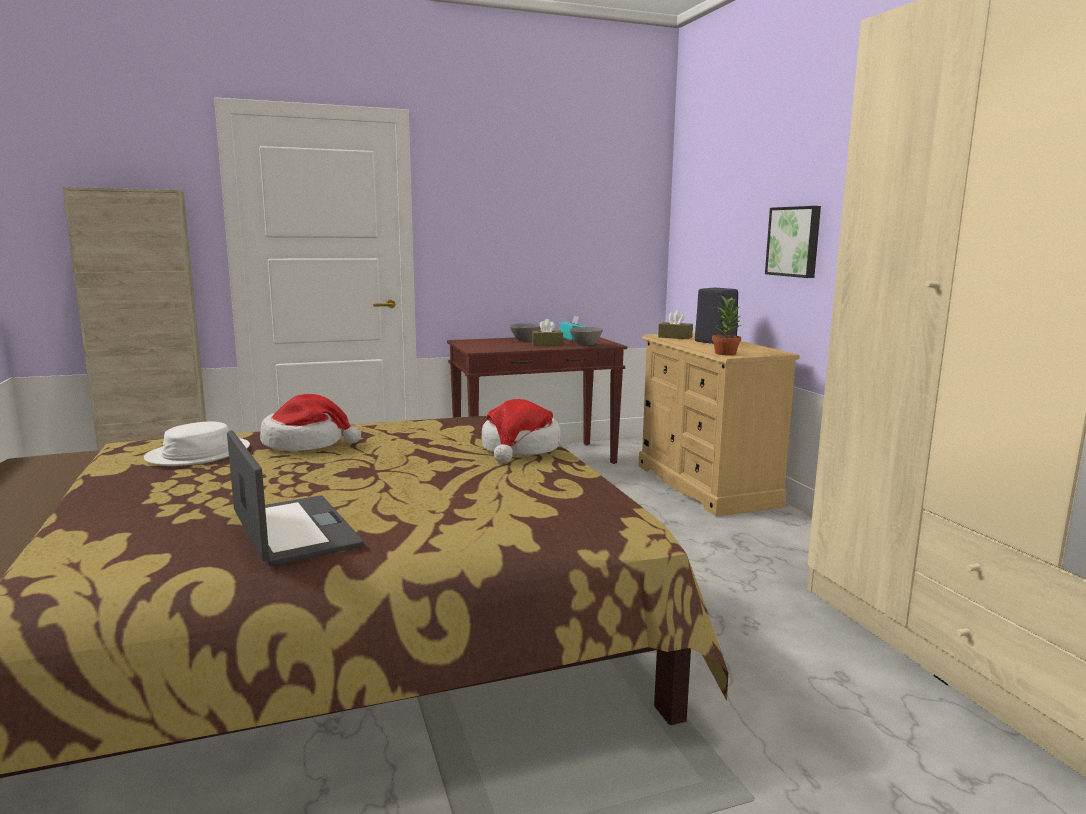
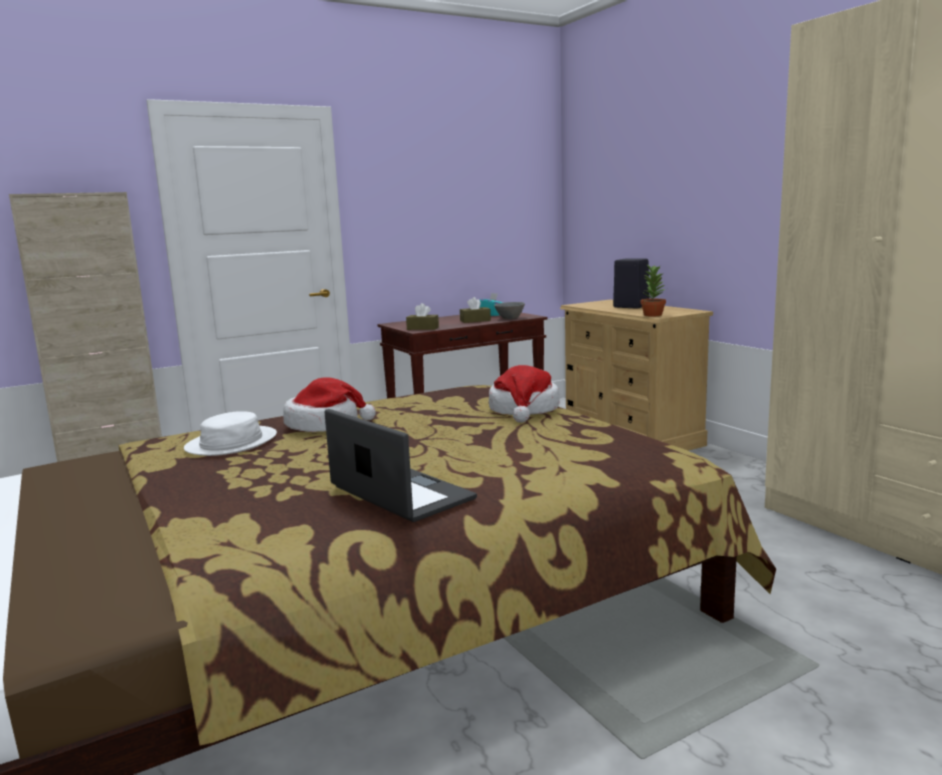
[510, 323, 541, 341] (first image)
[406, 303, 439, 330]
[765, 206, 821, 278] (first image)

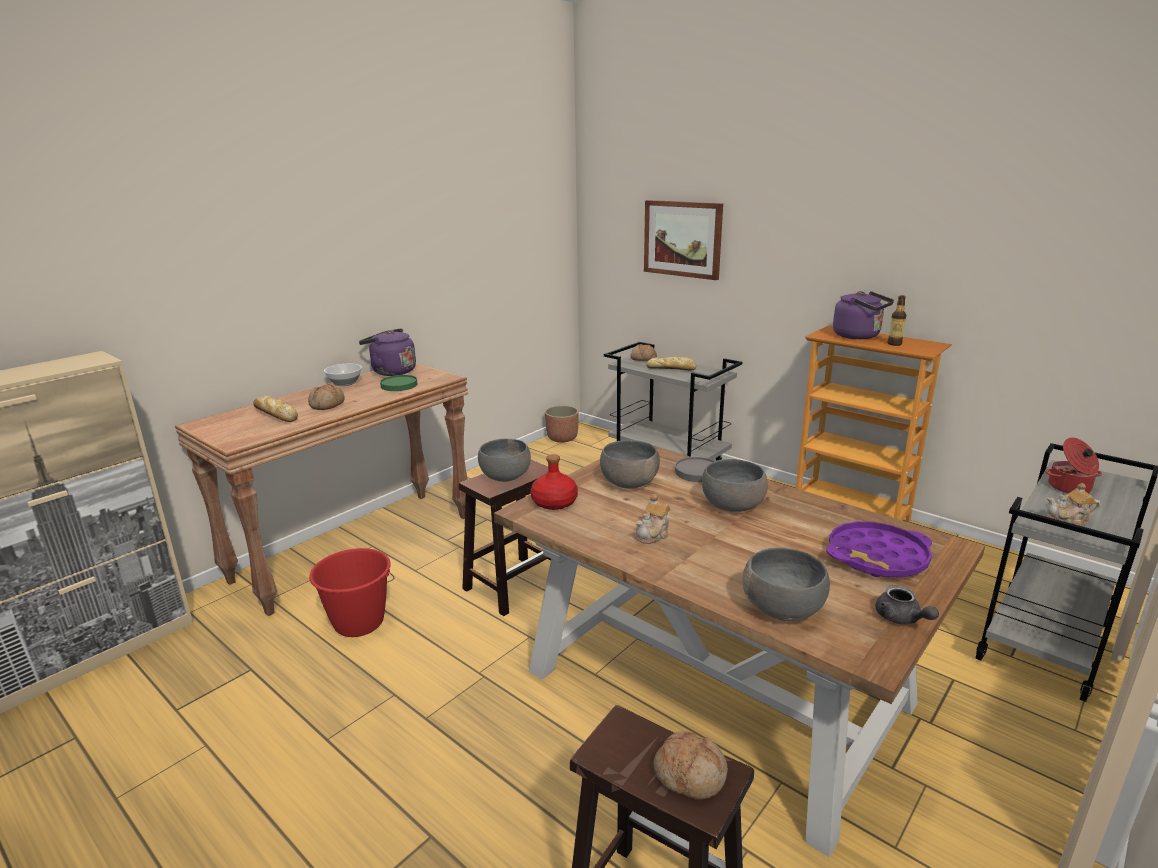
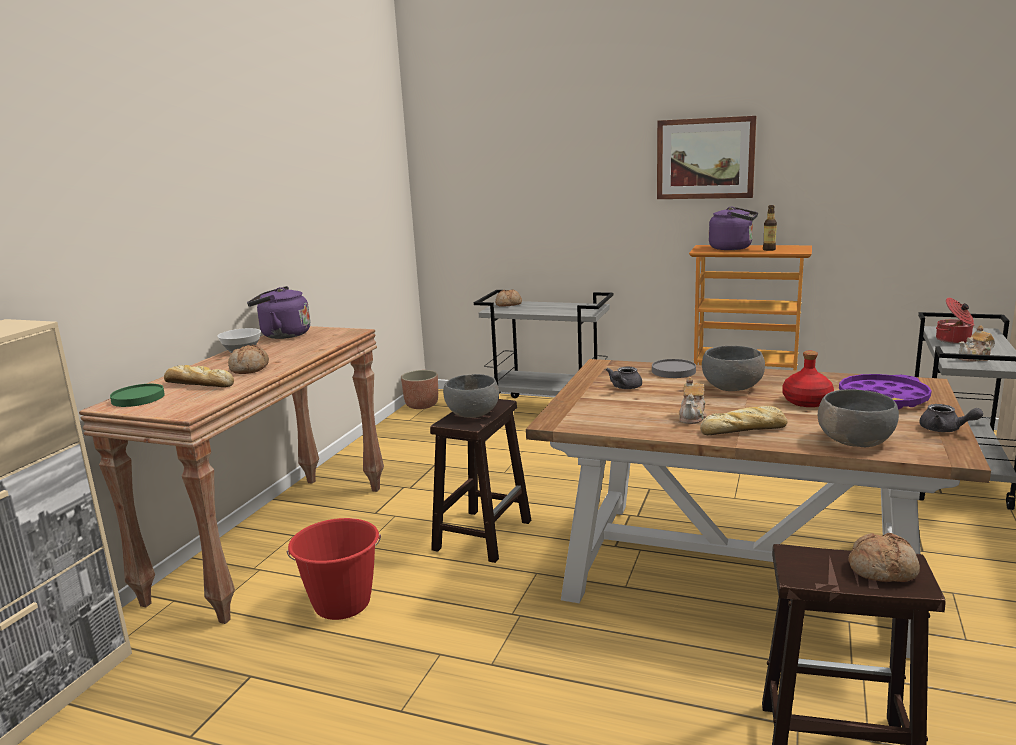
[110, 384, 165, 407]
[783, 351, 834, 407]
[606, 367, 642, 389]
[657, 116, 756, 199]
[700, 406, 787, 435]

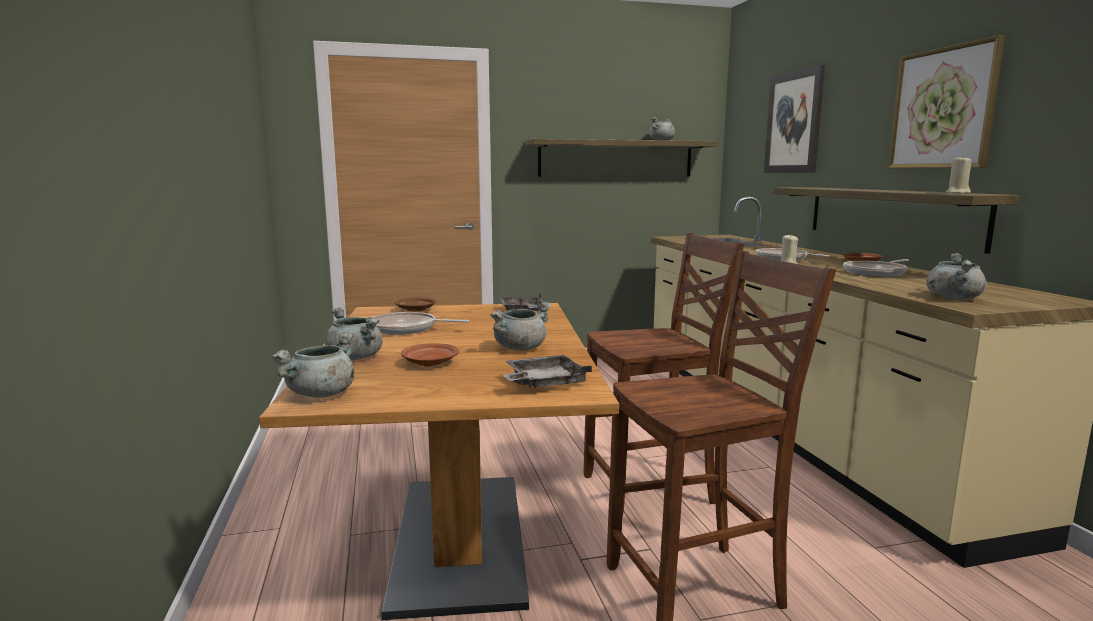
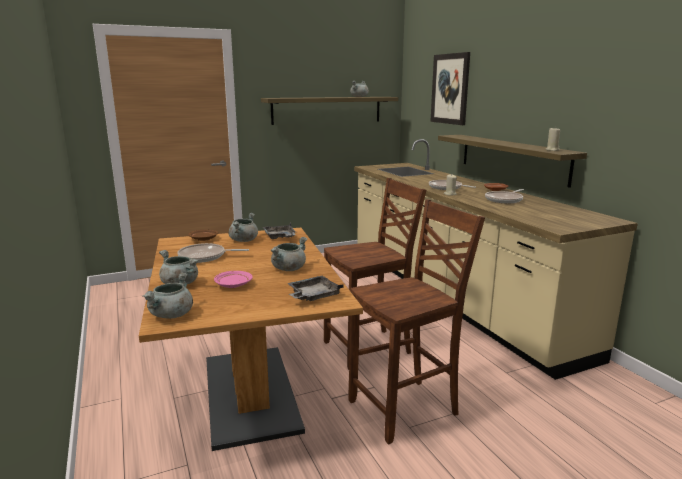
[214, 271, 253, 288]
[888, 35, 1005, 168] (first image)
[229, 213, 258, 242]

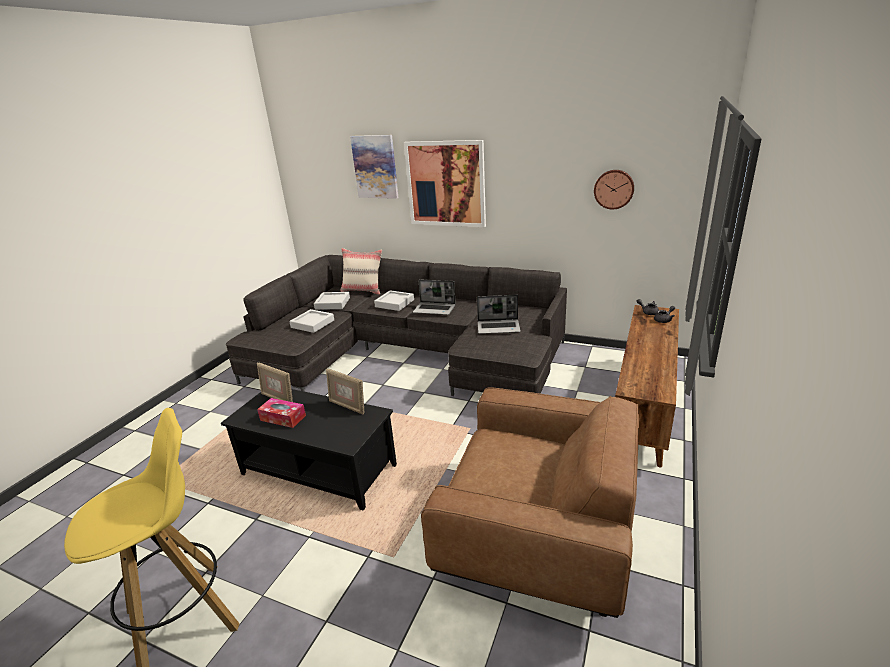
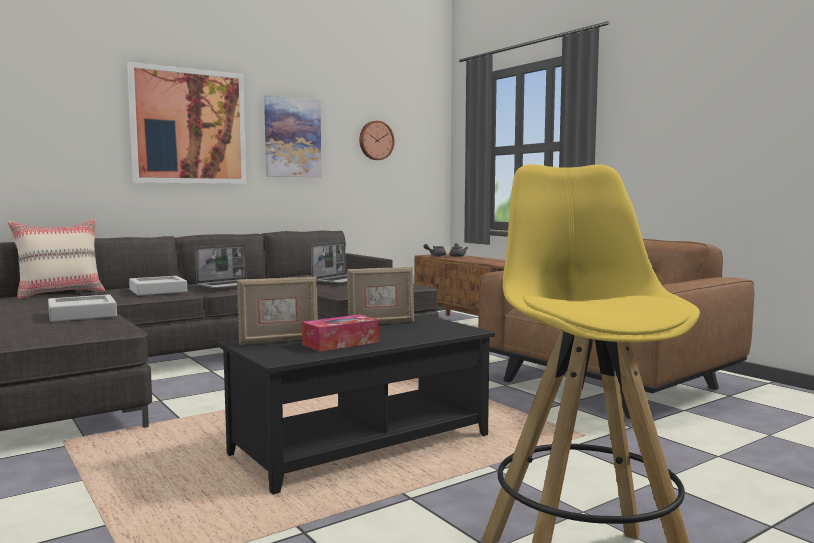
[314, 292, 350, 310] (first image)
[264, 95, 322, 177]

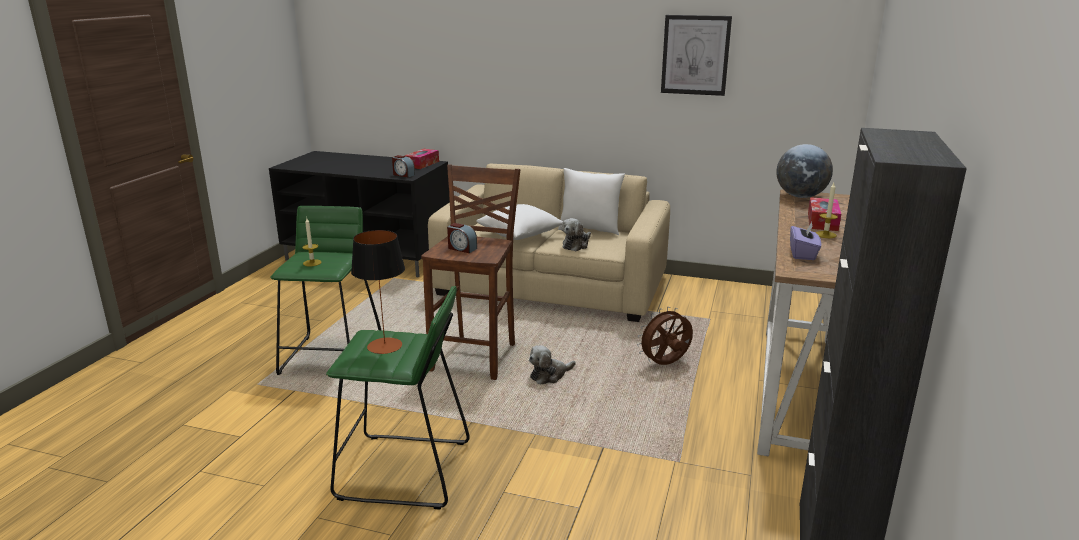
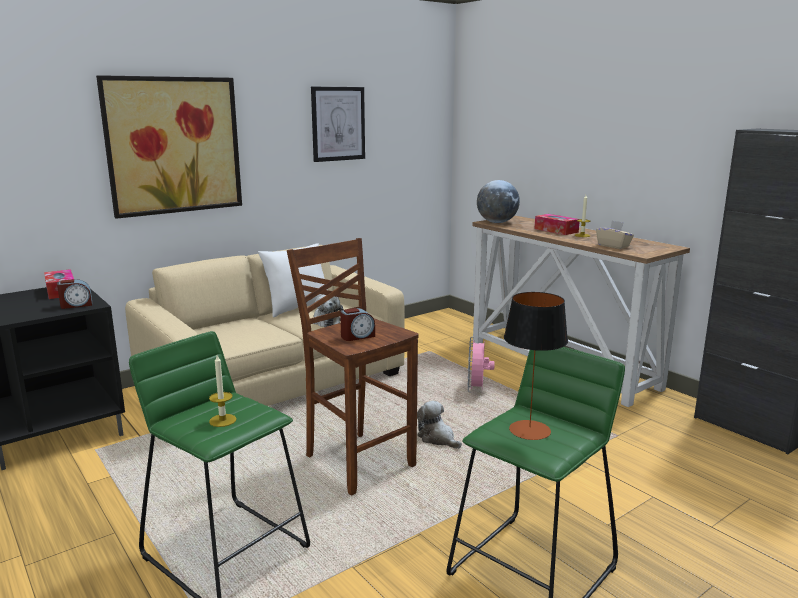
[476, 204, 563, 240] (first image)
[417, 401, 462, 449]
[468, 337, 495, 392]
[596, 220, 634, 249]
[96, 75, 242, 219]

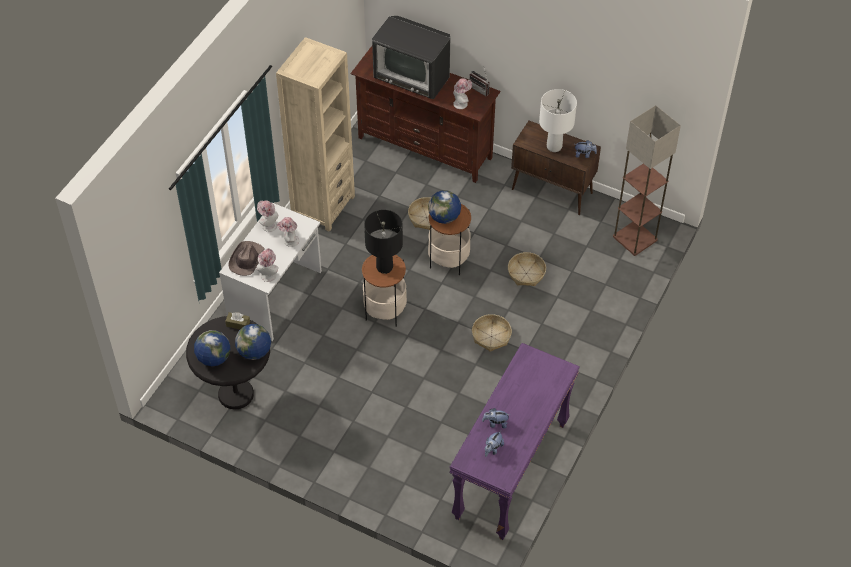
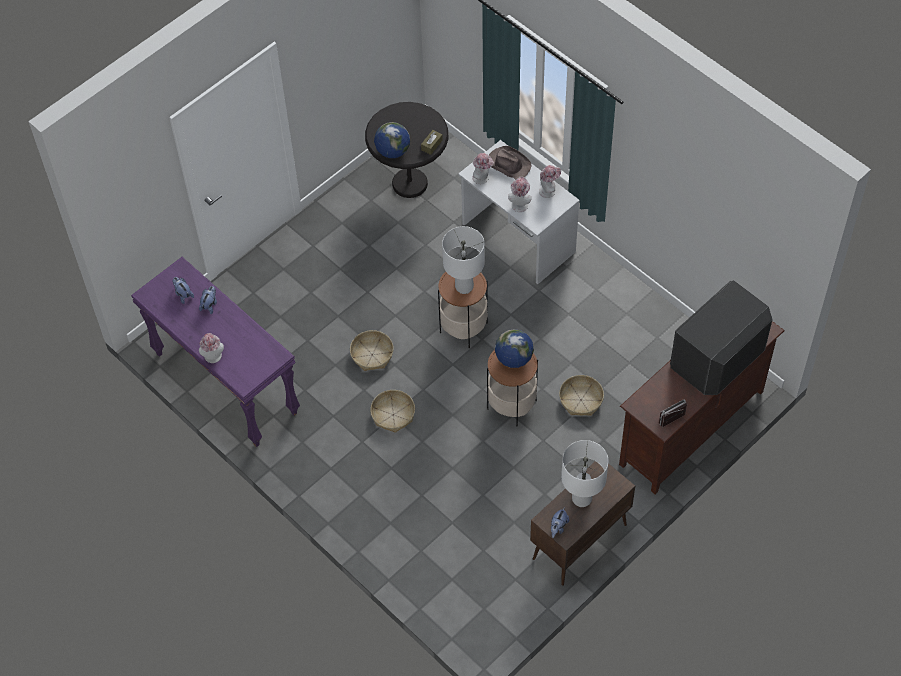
[194, 330, 231, 366] (first image)
[276, 37, 355, 232] (first image)
[442, 226, 485, 294]
[199, 333, 224, 363]
[350, 330, 394, 371]
[613, 105, 681, 256] (first image)

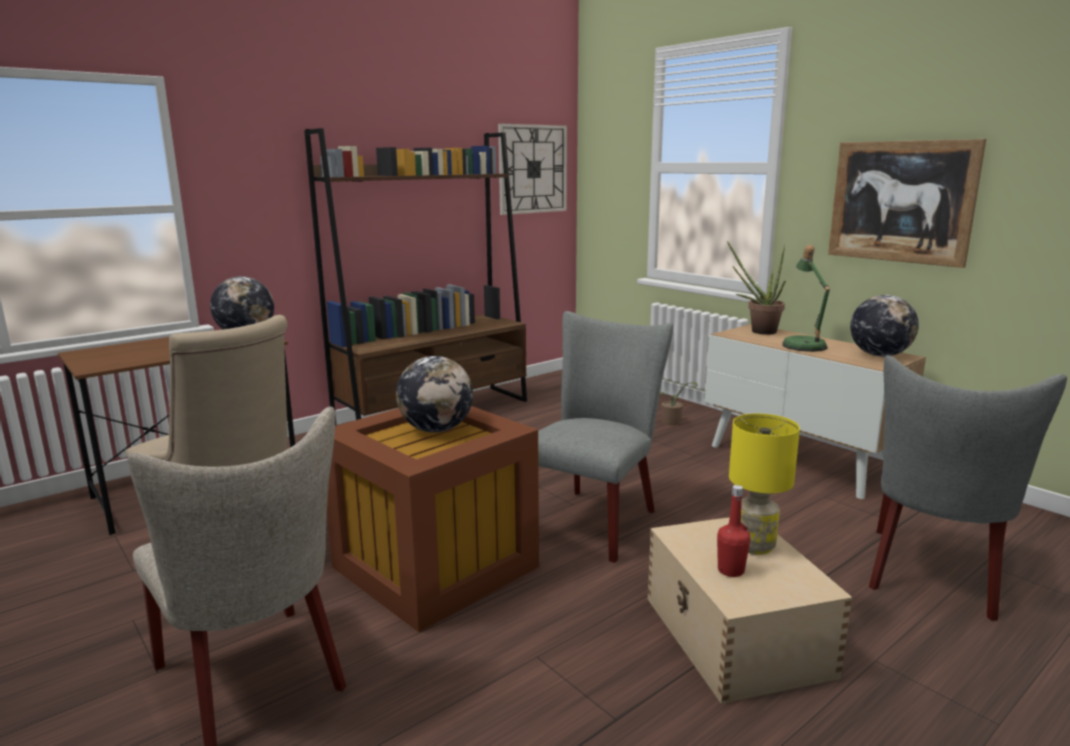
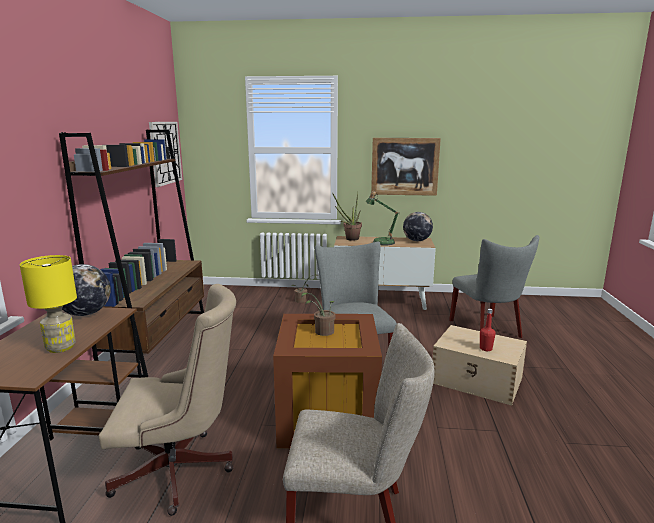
[301, 292, 335, 336]
[20, 255, 77, 353]

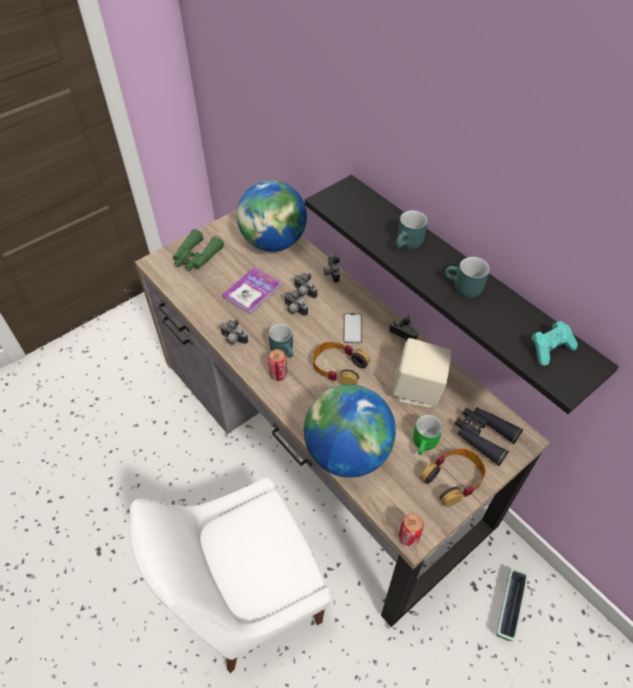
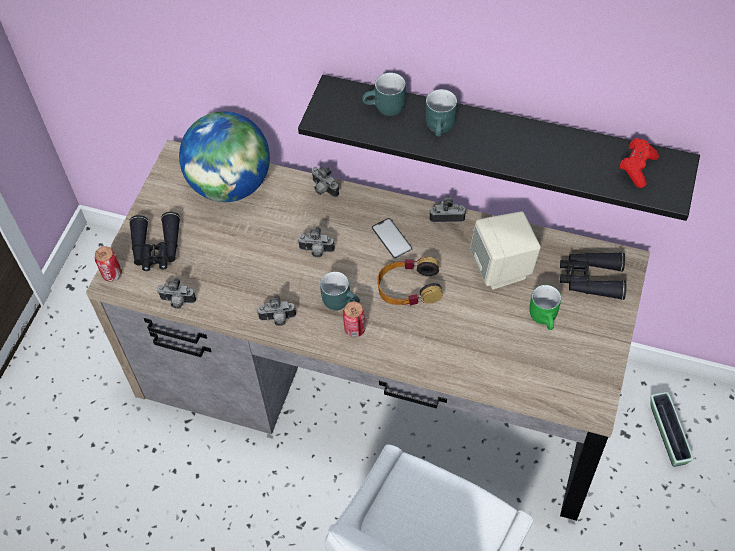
[129, 212, 180, 271]
[222, 267, 281, 314] (first image)
[157, 278, 196, 309]
[304, 384, 396, 478] (first image)
[95, 246, 122, 282]
[420, 448, 486, 507] (first image)
[362, 72, 406, 116]
[619, 138, 659, 188]

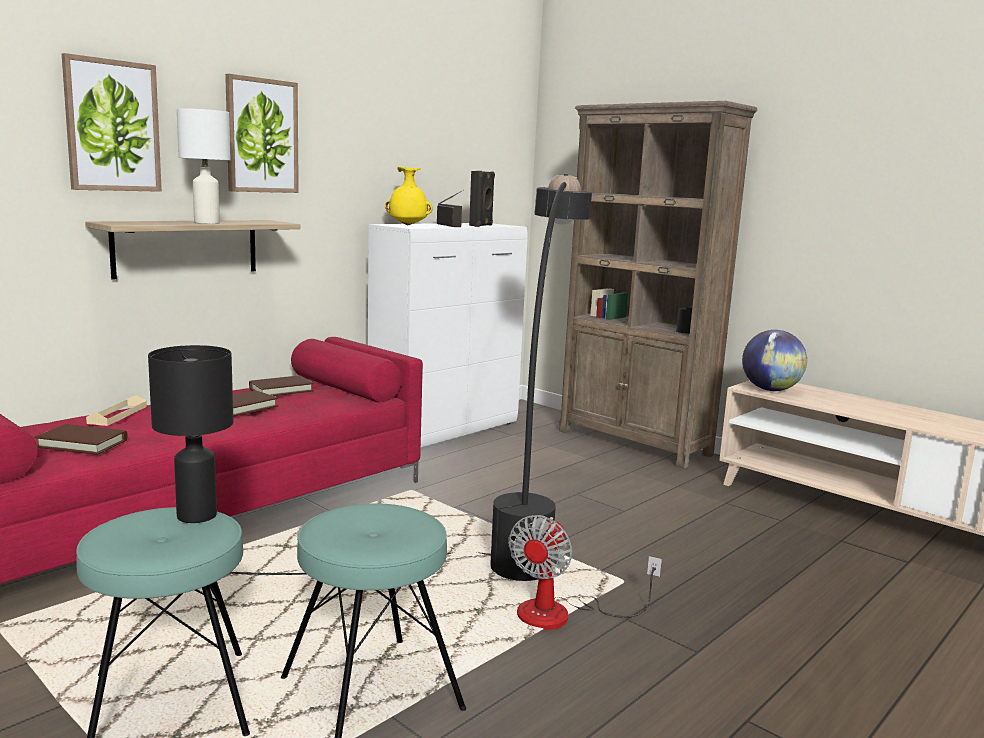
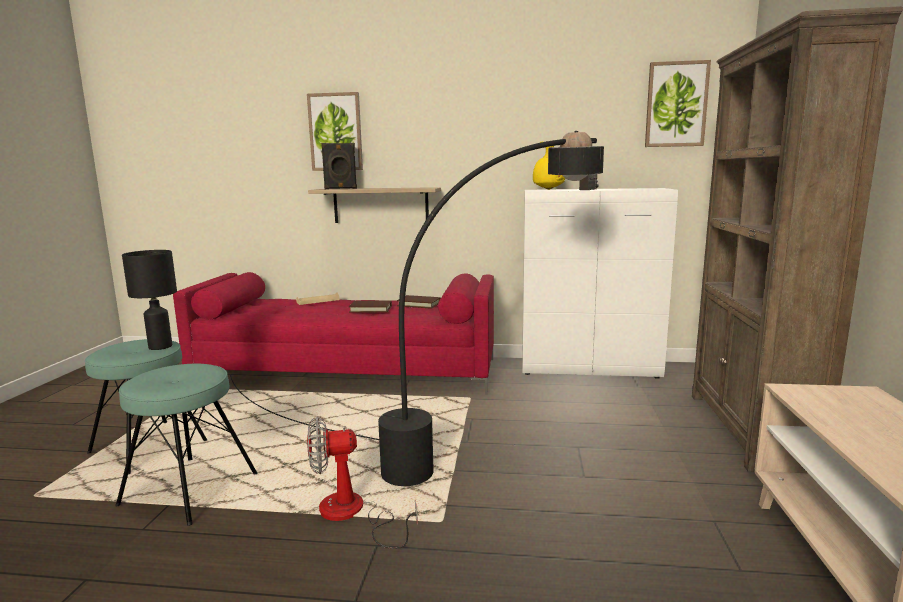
[34, 424, 128, 455] (first image)
[177, 108, 231, 224] (first image)
[645, 60, 711, 147]
[321, 143, 357, 189]
[742, 330, 807, 391] (first image)

